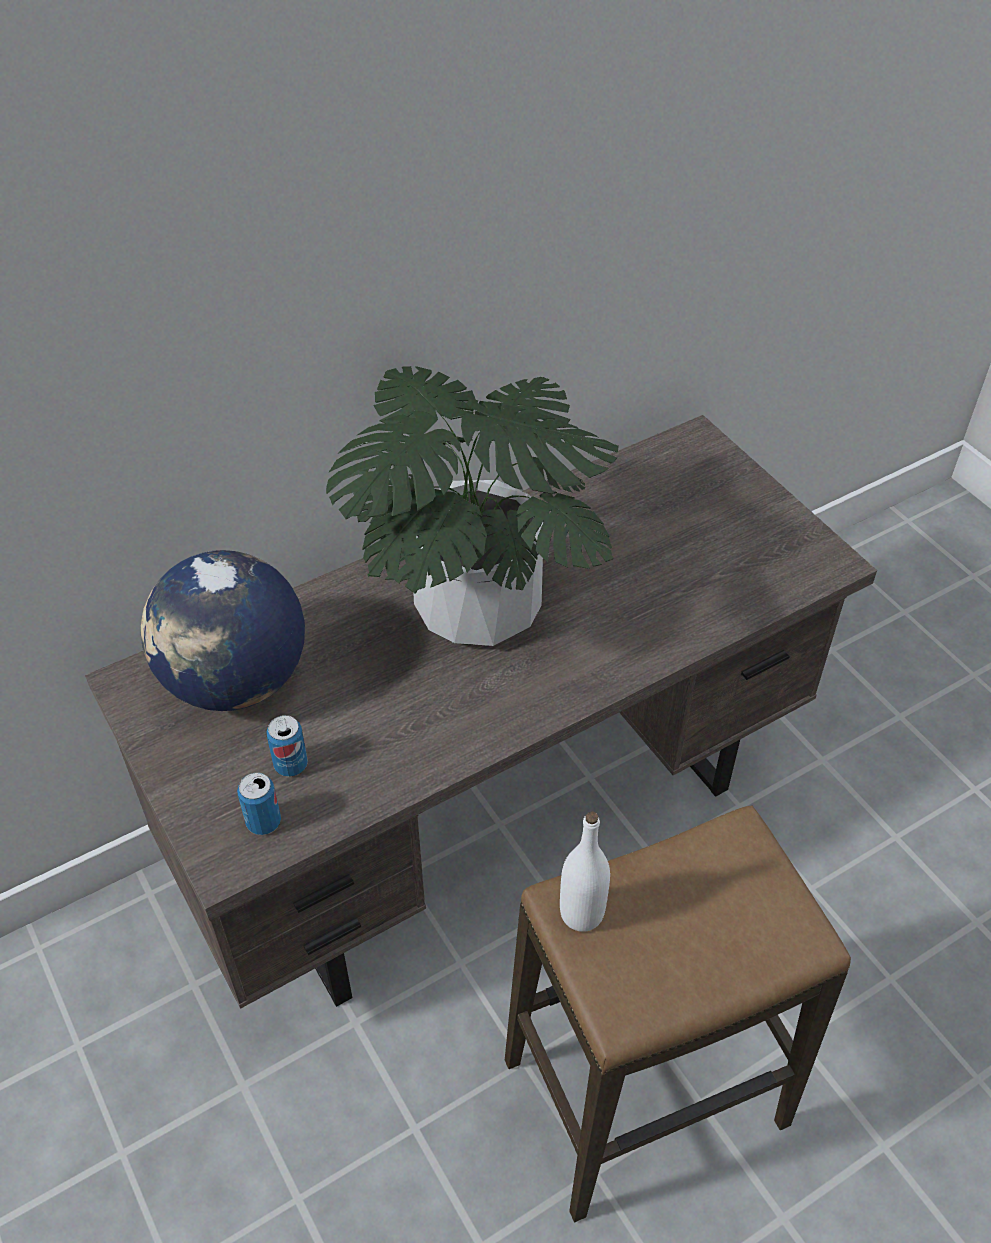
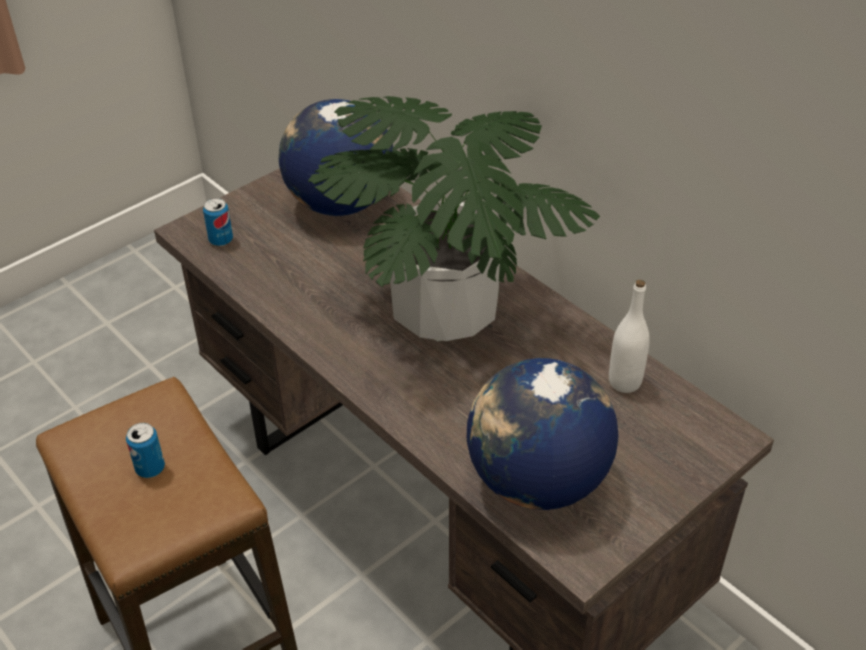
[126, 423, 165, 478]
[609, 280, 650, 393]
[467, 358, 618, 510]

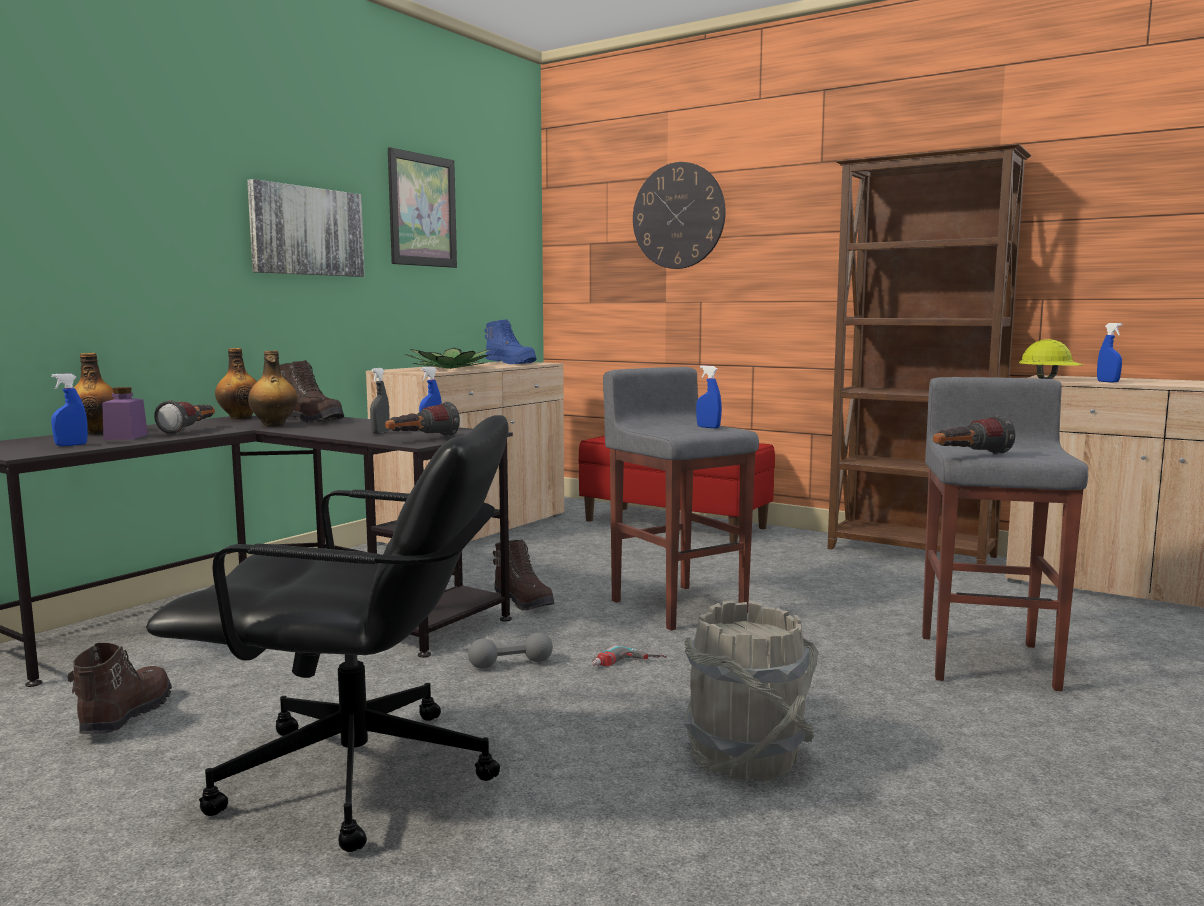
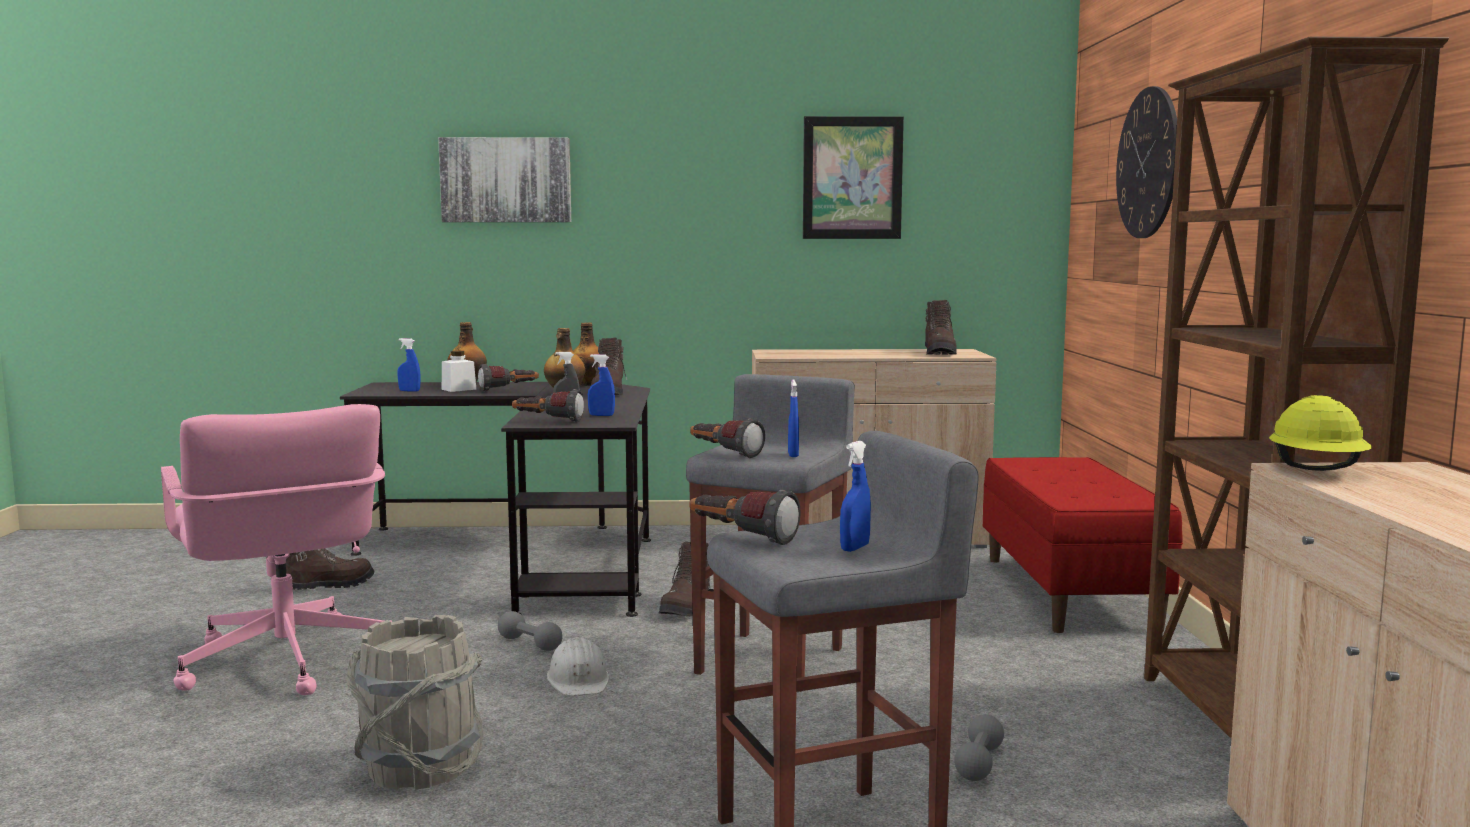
[442, 351, 476, 392]
[161, 404, 392, 695]
[438, 137, 571, 222]
[404, 348, 492, 369] (first image)
[925, 300, 957, 355]
[546, 637, 609, 696]
[840, 441, 871, 552]
[690, 419, 765, 458]
[954, 714, 1004, 781]

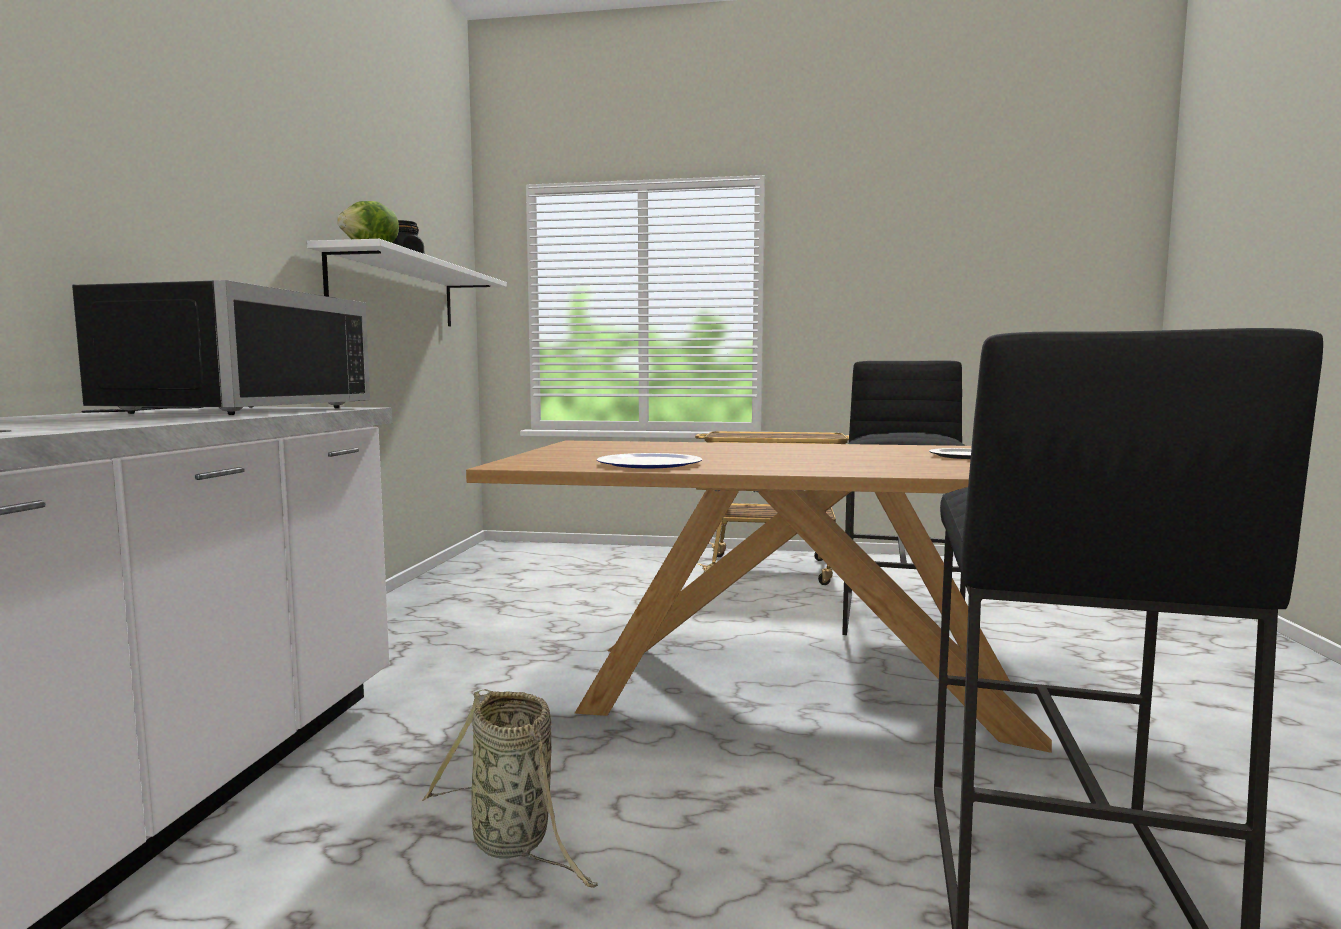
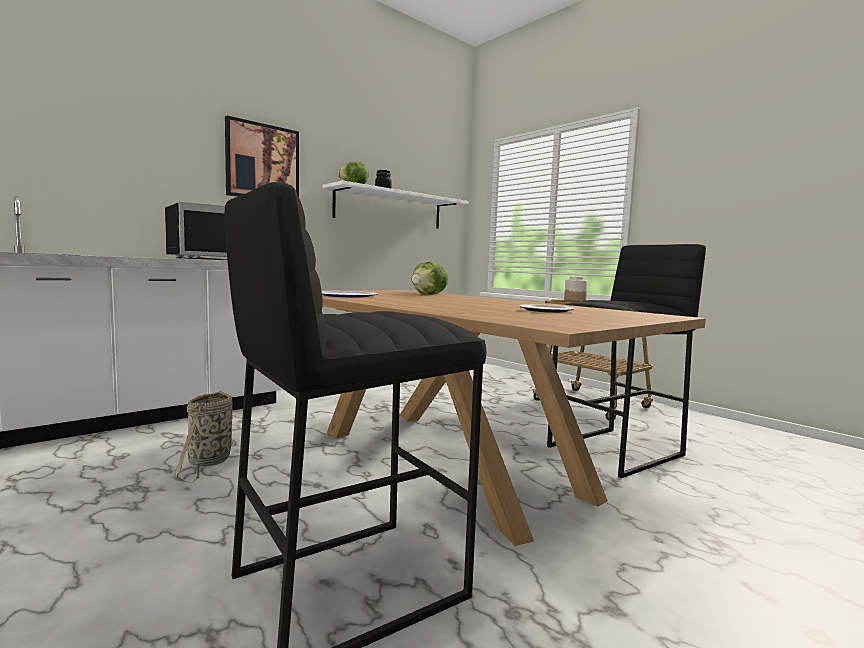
[225, 116, 299, 197]
[412, 262, 449, 295]
[564, 277, 587, 301]

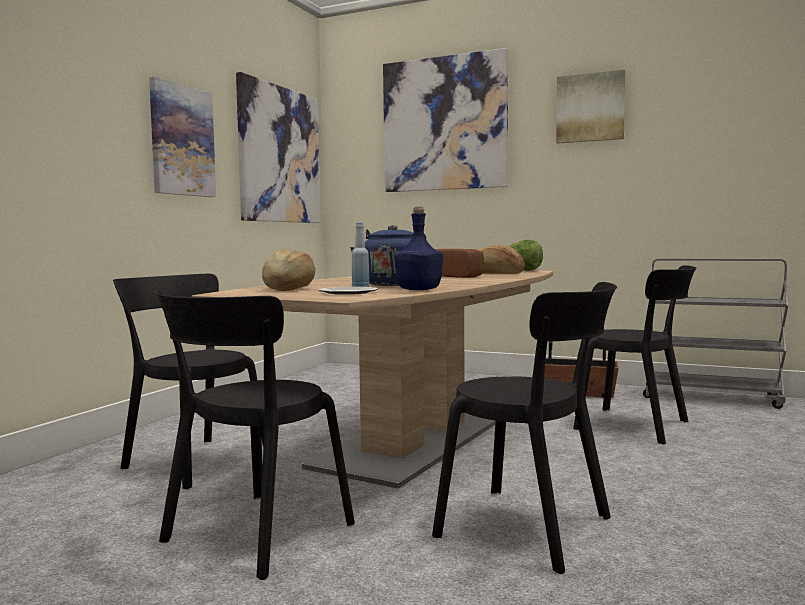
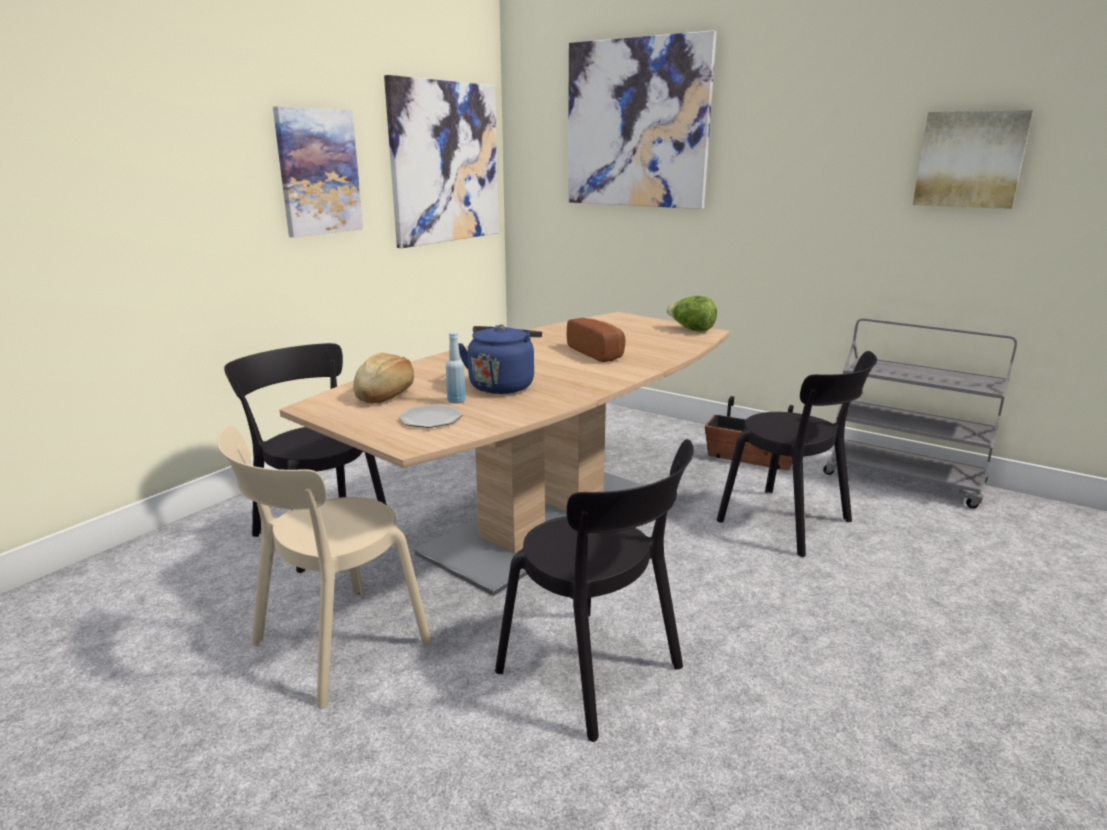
[217, 425, 432, 708]
[394, 207, 443, 290] (first image)
[479, 245, 525, 274] (first image)
[913, 110, 1033, 209]

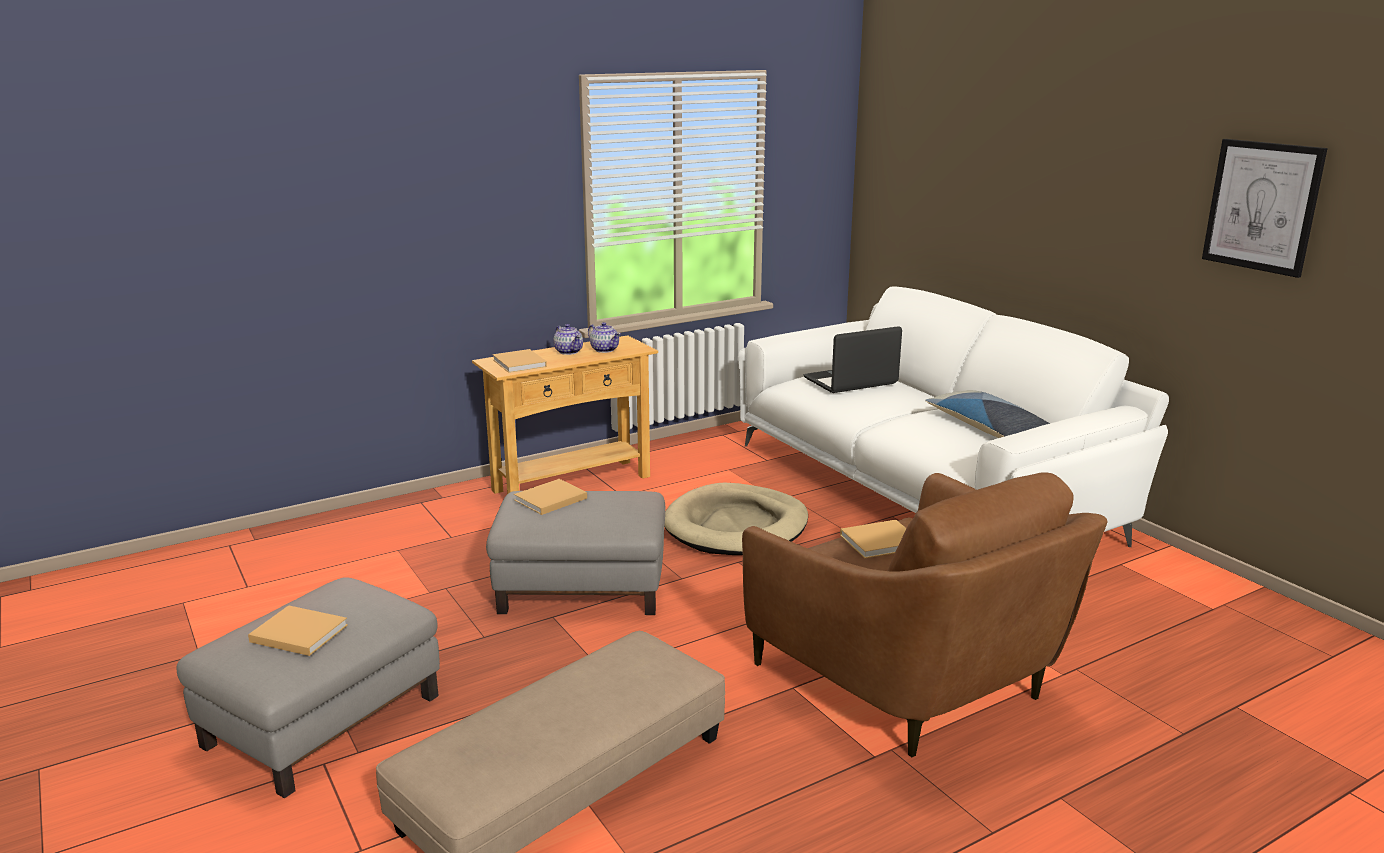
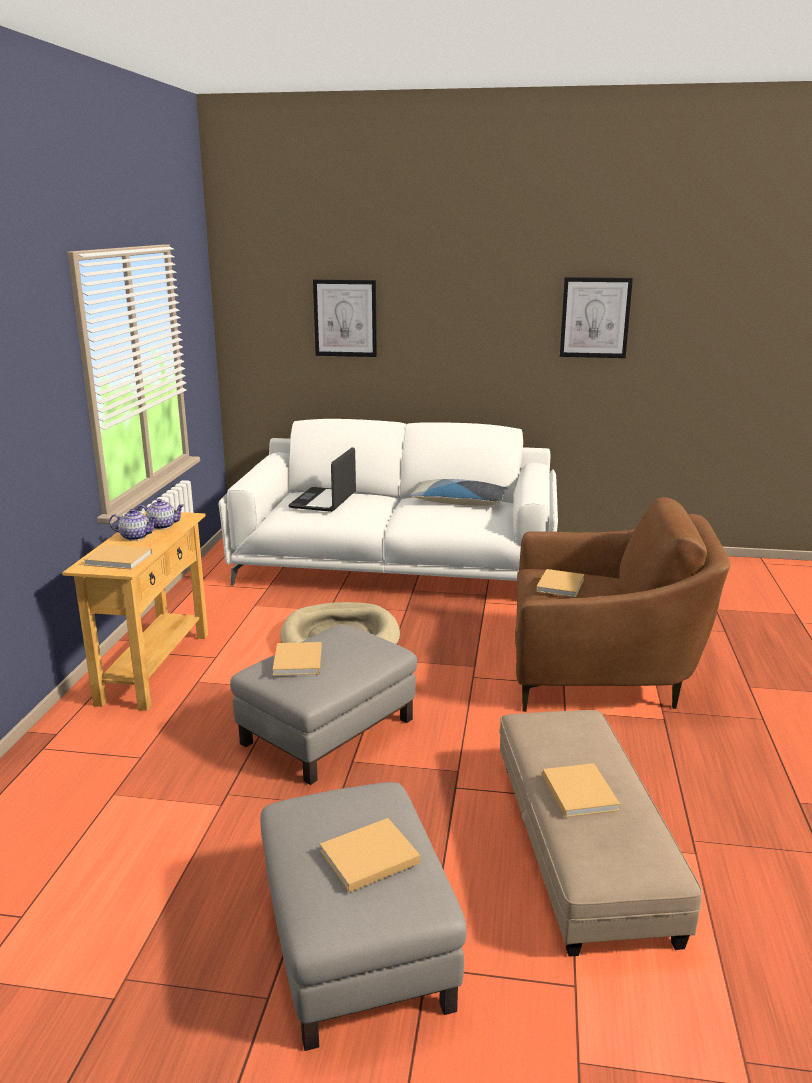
[313, 279, 377, 357]
[543, 763, 620, 818]

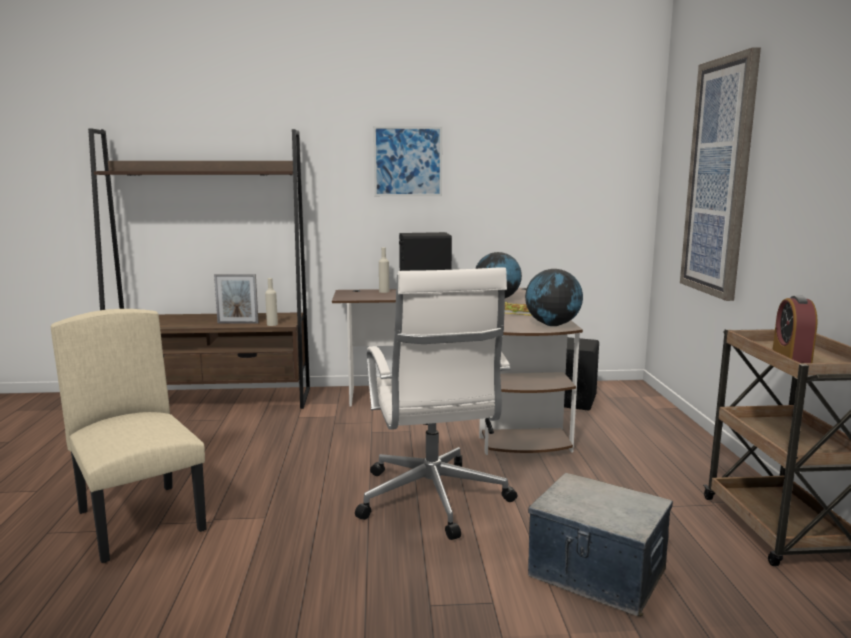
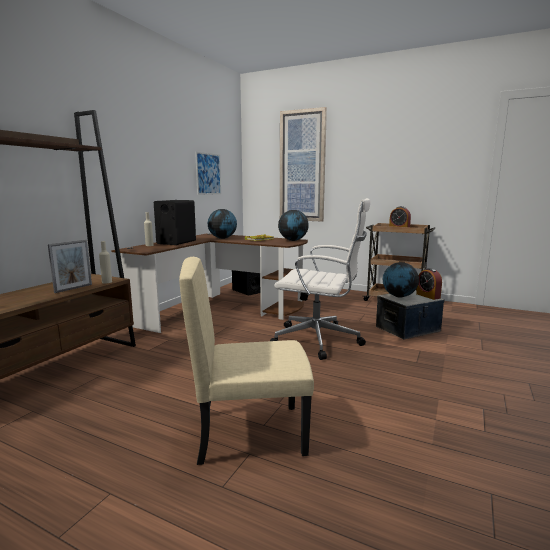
[195, 152, 221, 195]
[383, 262, 419, 298]
[416, 268, 442, 300]

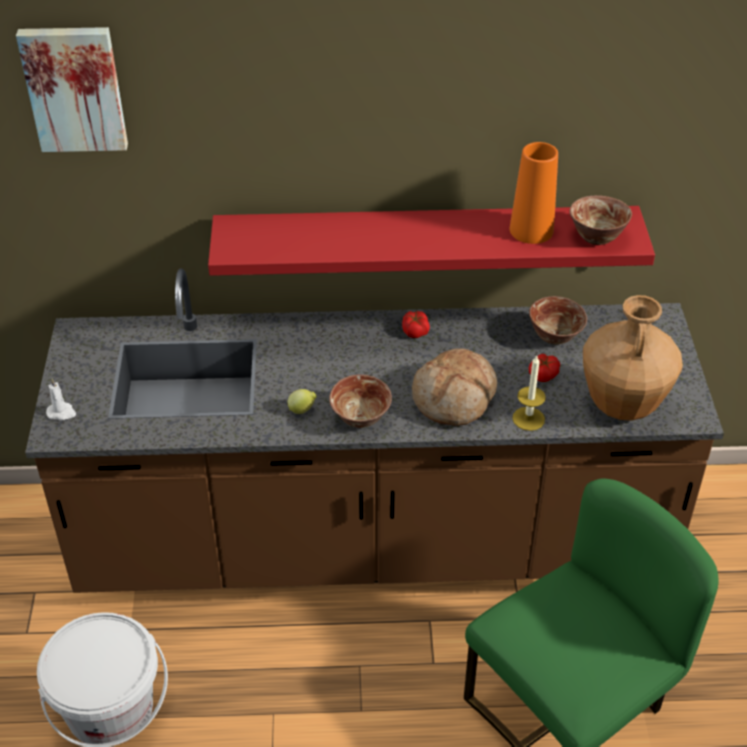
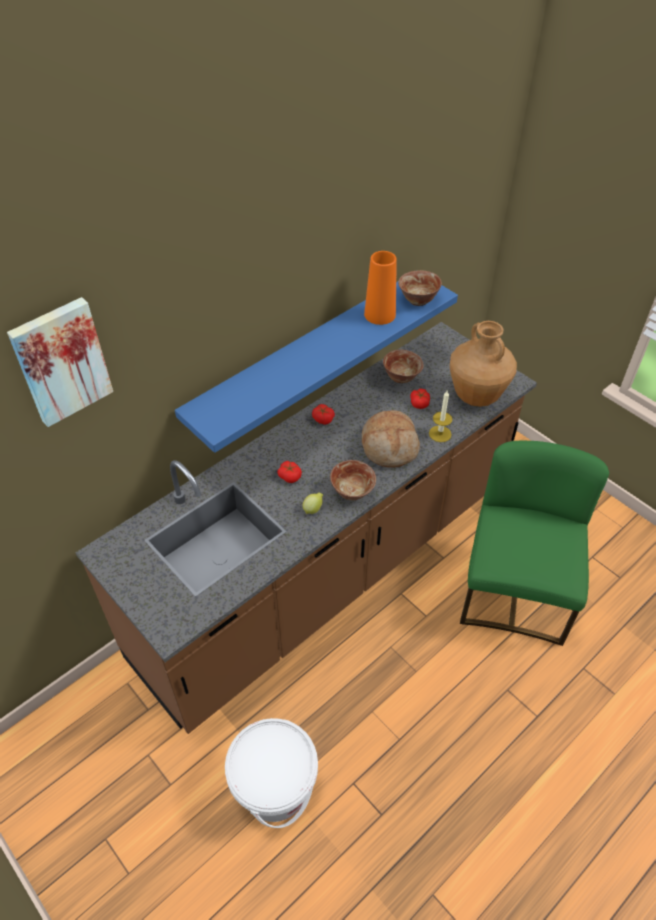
[46, 378, 76, 420] (first image)
[175, 270, 458, 453]
[277, 461, 302, 483]

